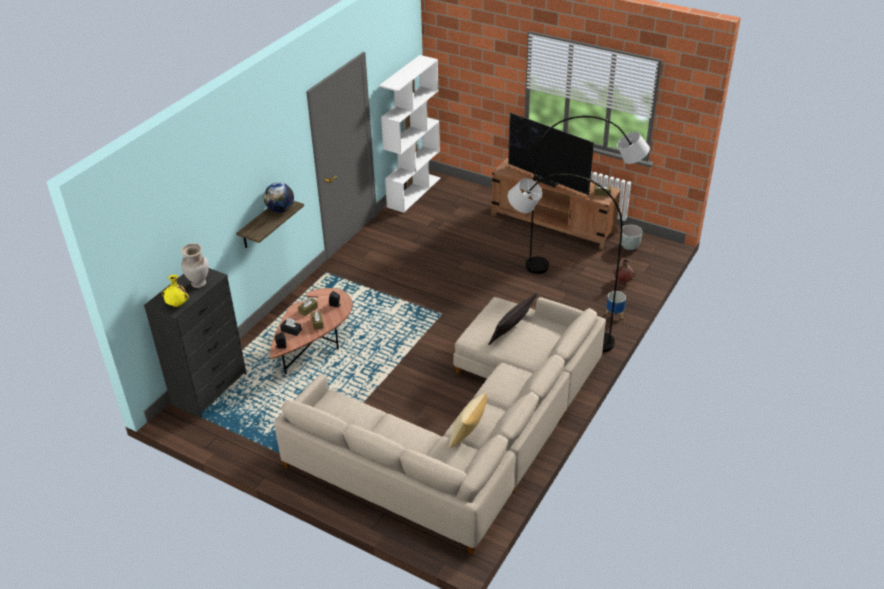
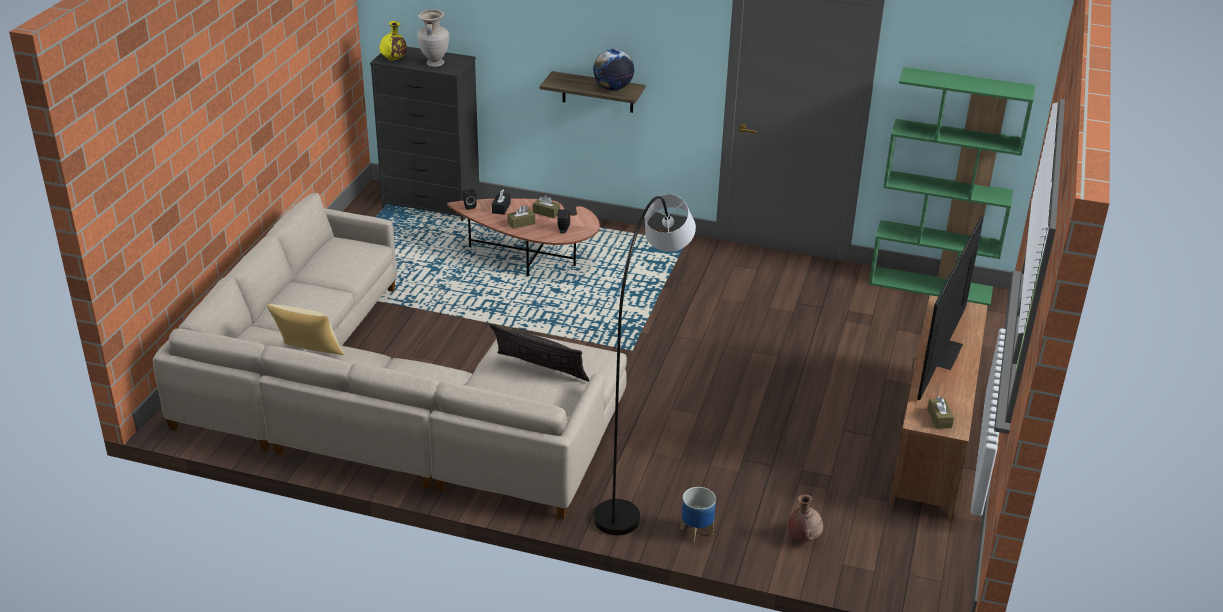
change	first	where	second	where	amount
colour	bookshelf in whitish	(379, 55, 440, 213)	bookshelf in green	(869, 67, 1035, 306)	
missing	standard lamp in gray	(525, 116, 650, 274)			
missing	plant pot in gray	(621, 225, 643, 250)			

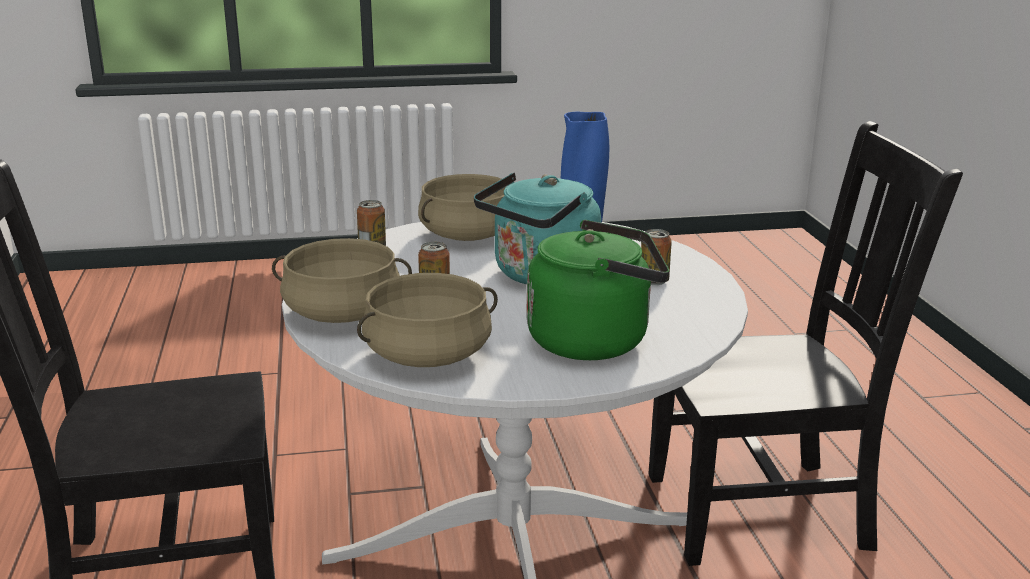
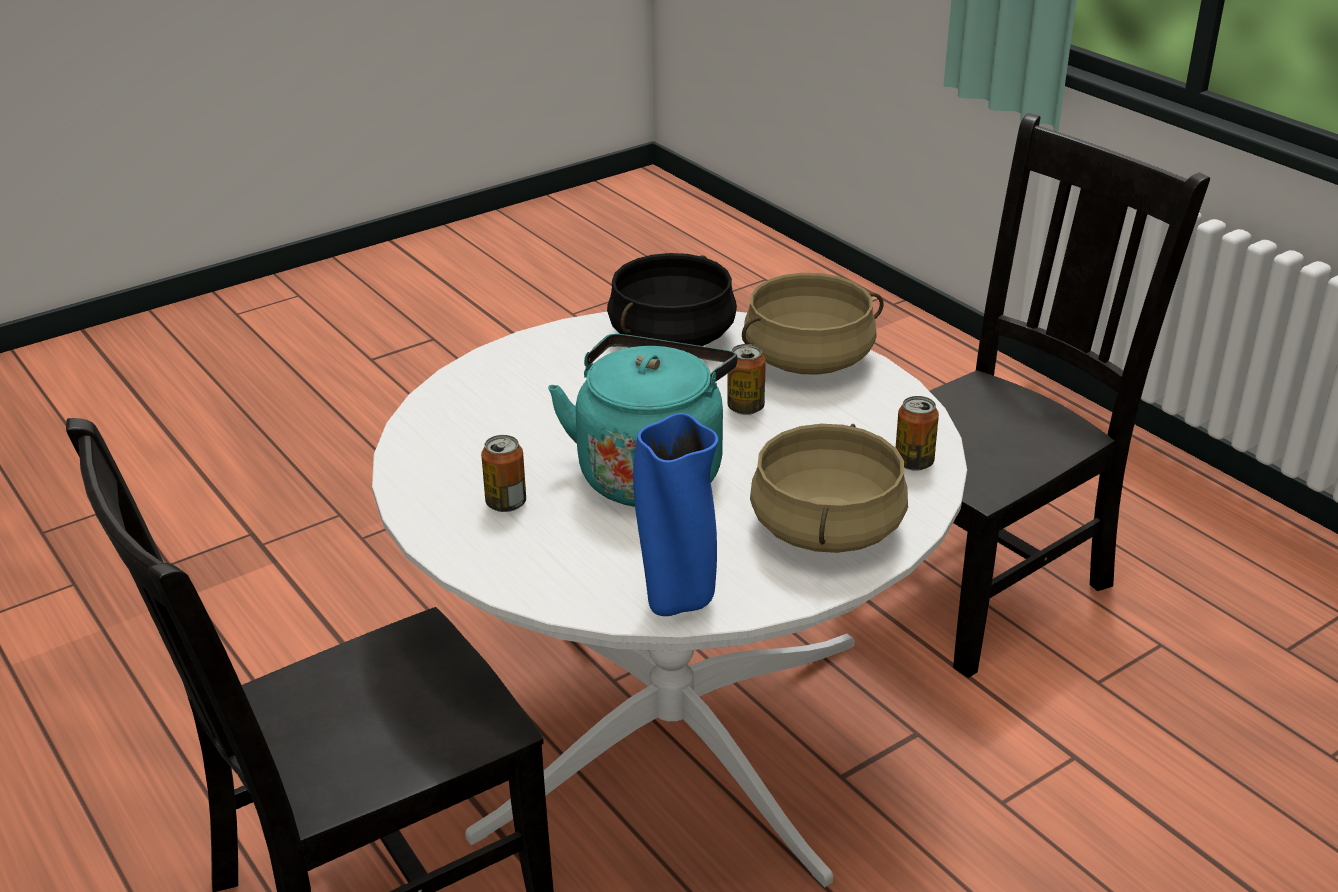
change	first	where	second	where	amount
colour	cooking pot in beige-coloured	(357, 273, 498, 367)	cooking pot in blackish	(607, 253, 737, 346)	
missing	water kettle in green	(526, 220, 669, 360)			

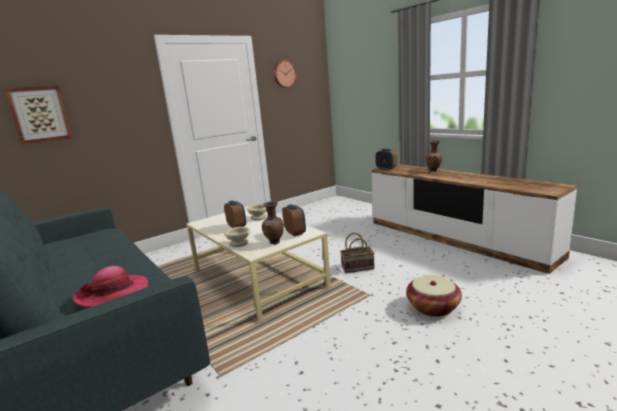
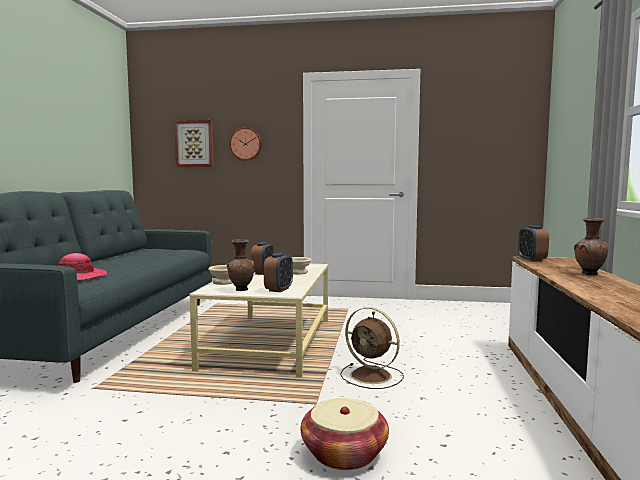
change	first	where	second	where	amount
relocated	wall clock	(274, 60, 297, 88)		(229, 127, 262, 161)	
exchanged	household basket	(340, 233, 375, 273)	fan in brown-coloured	(340, 307, 404, 389)	

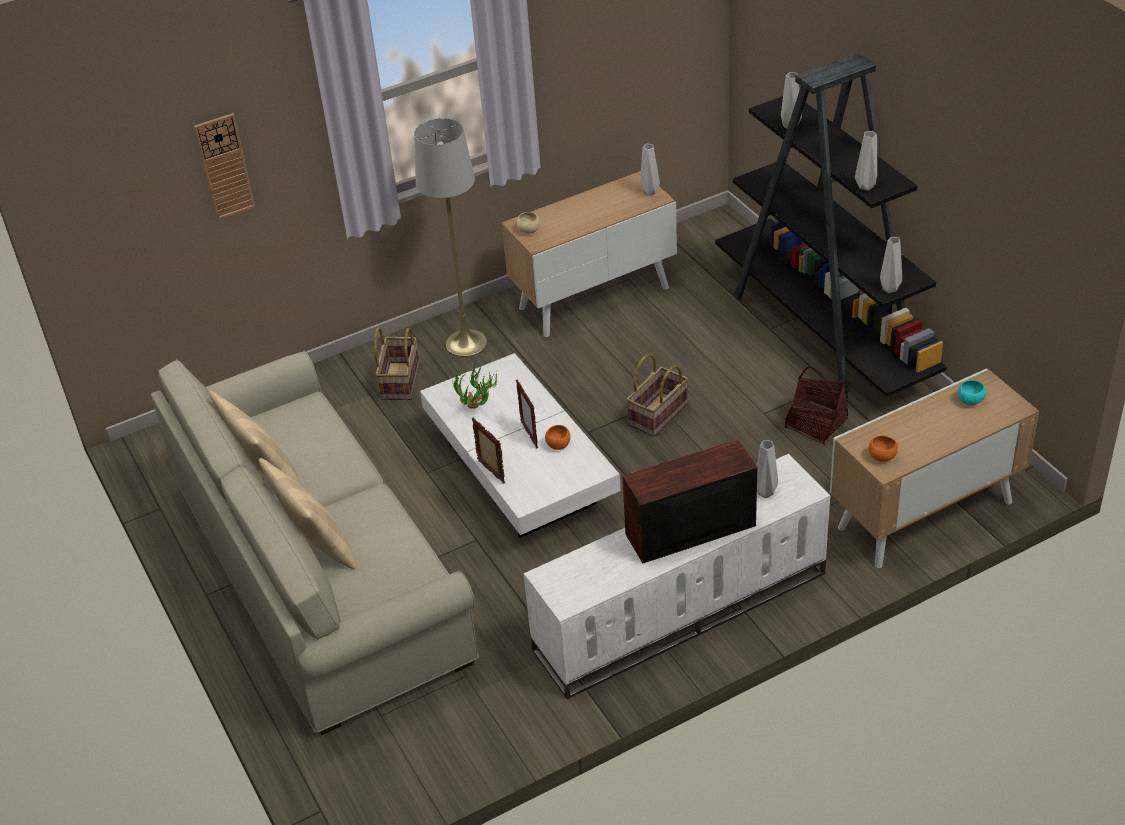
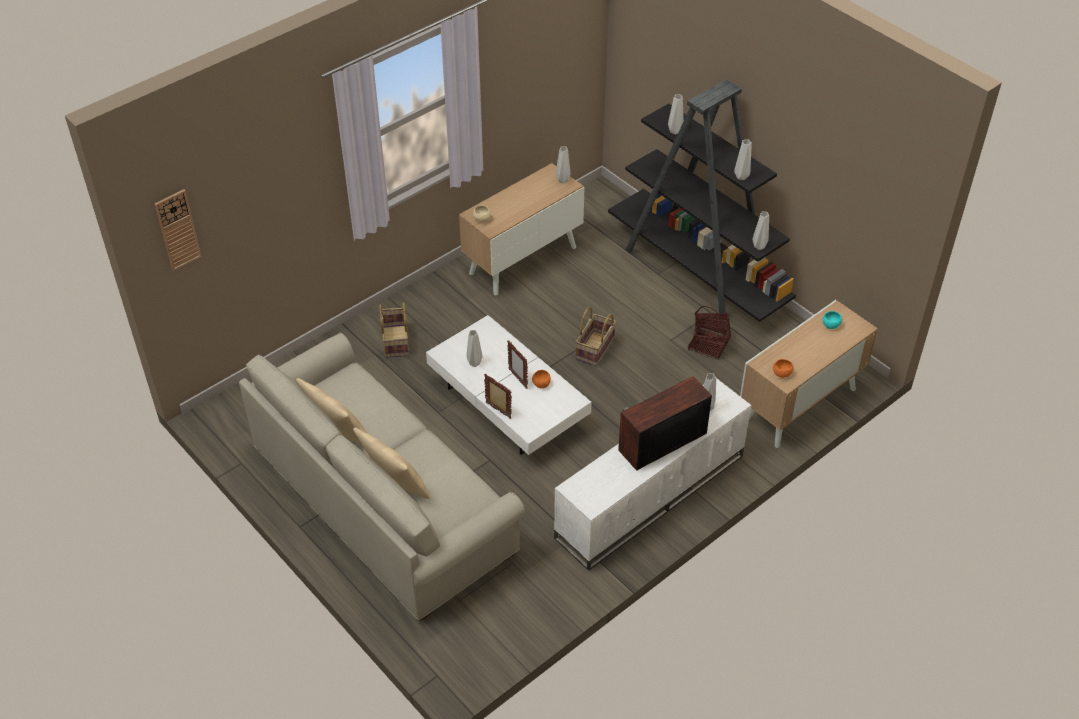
change	first	where	second	where	amount
relocated	wall clock	(194, 113, 255, 220)		(155, 189, 201, 271)	
missing	standard lamp in gray	(414, 118, 488, 358)			
exchanged	plant in a pot	(452, 363, 497, 409)	flower vase in gray	(466, 330, 483, 367)	

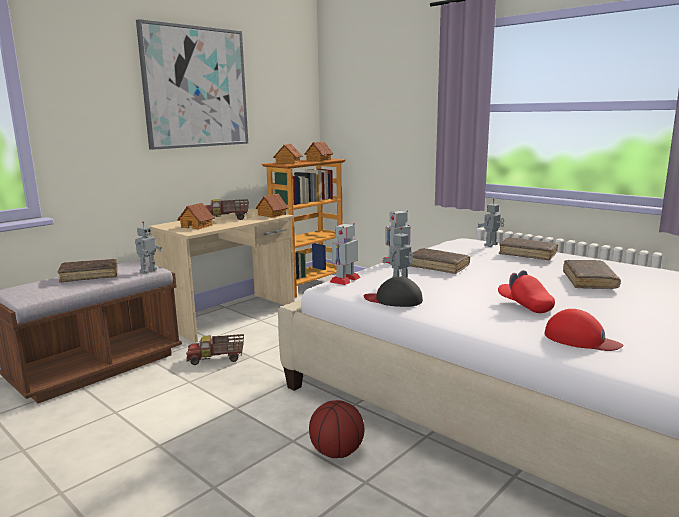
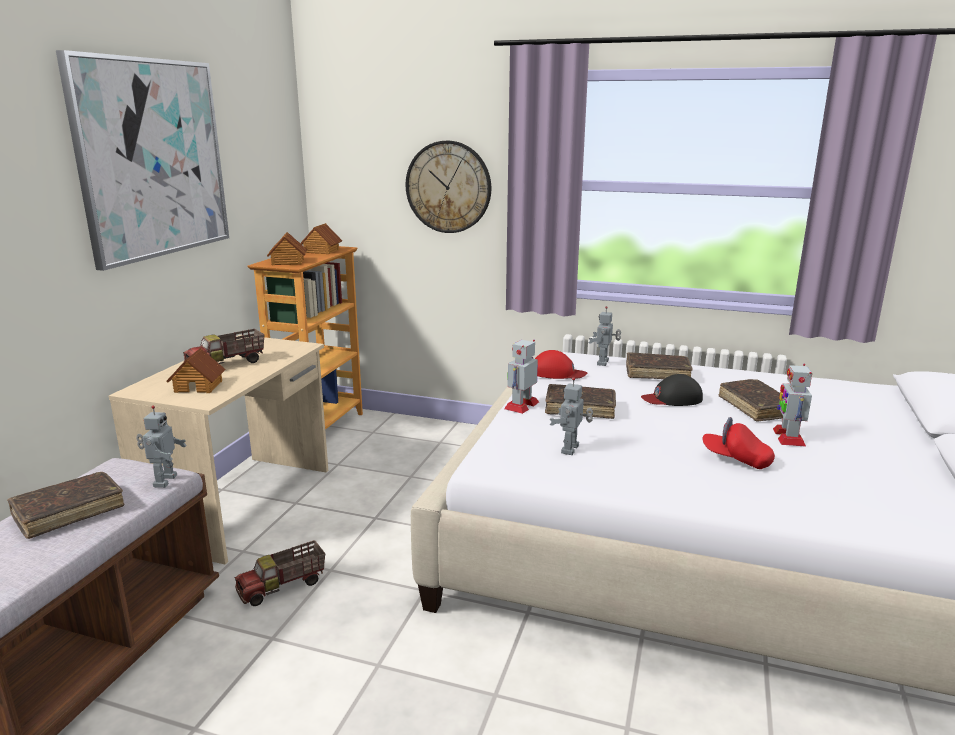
change	first	where	second	where	amount
missing	miniature house	(256, 194, 288, 218)			
missing	basketball	(309, 400, 364, 458)			
relocated	toy robot	(330, 223, 361, 285)		(773, 364, 812, 447)	
relocated	baseball cap in blackish	(364, 276, 423, 307)		(641, 374, 703, 406)	
relocated	baseball cap in red-coloured	(545, 309, 624, 351)		(535, 350, 587, 379)	
appeared			wall clock	(406, 141, 491, 233)	

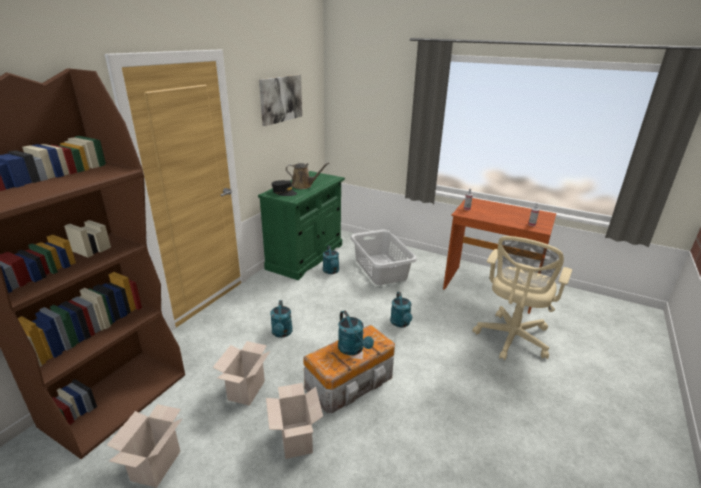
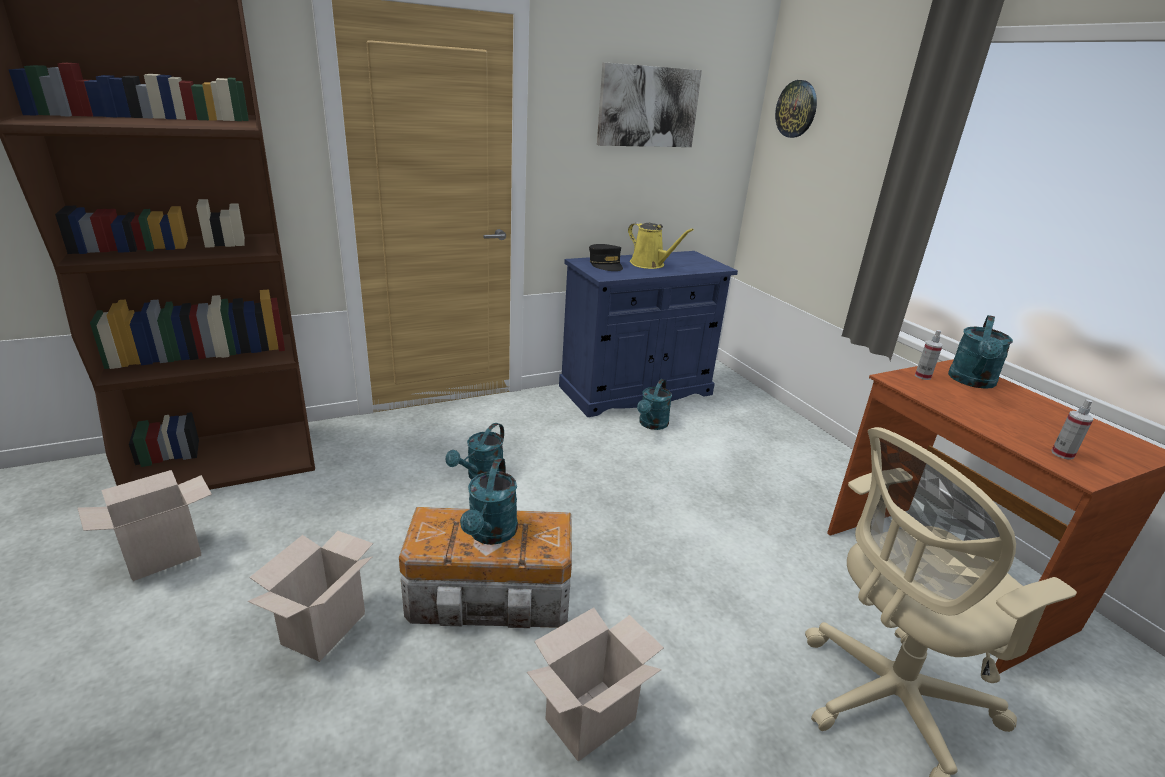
change	first	where	second	where	amount
relocated	carton	(213, 341, 270, 406)		(527, 608, 664, 762)	
colour	cabinet in green	(258, 171, 345, 280)	cabinet in blue-coloured	(559, 251, 738, 417)	
colour	sprinkling can in brown-coloured	(286, 163, 329, 189)	sprinkling can in yellowish	(628, 222, 694, 269)	
missing	laundry basket in gray	(350, 230, 417, 285)			
relocated	sprinkling can in turquoise-coloured	(390, 292, 412, 327)		(948, 315, 1013, 389)	
appeared			wall clock	(775, 80, 817, 138)	

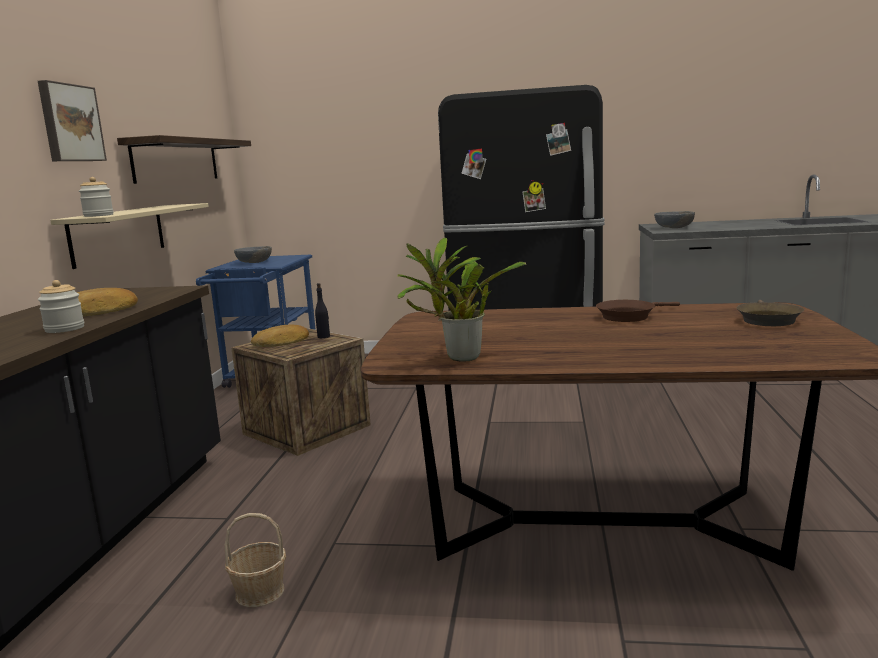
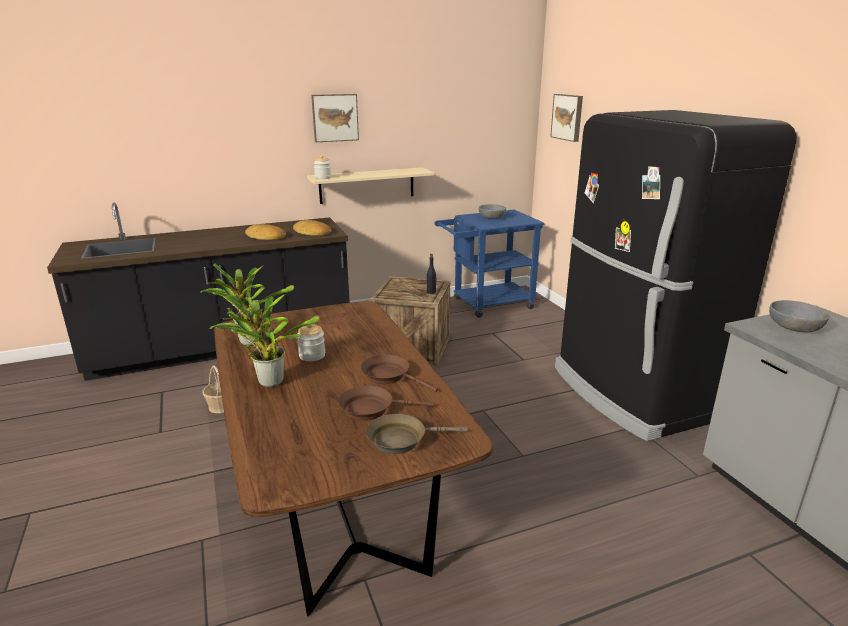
change	first	where	second	where	amount
relocated	preserve jar	(38, 280, 84, 333)		(297, 324, 325, 361)	
missing	wall shelf	(117, 135, 251, 184)			
relocated	bread	(251, 325, 309, 347)		(293, 220, 332, 236)	
appeared			plant in a pot	(210, 294, 320, 387)	
appeared			skillet in brown-coloured	(338, 386, 434, 421)	
appeared			wall art	(550, 94, 583, 142)	

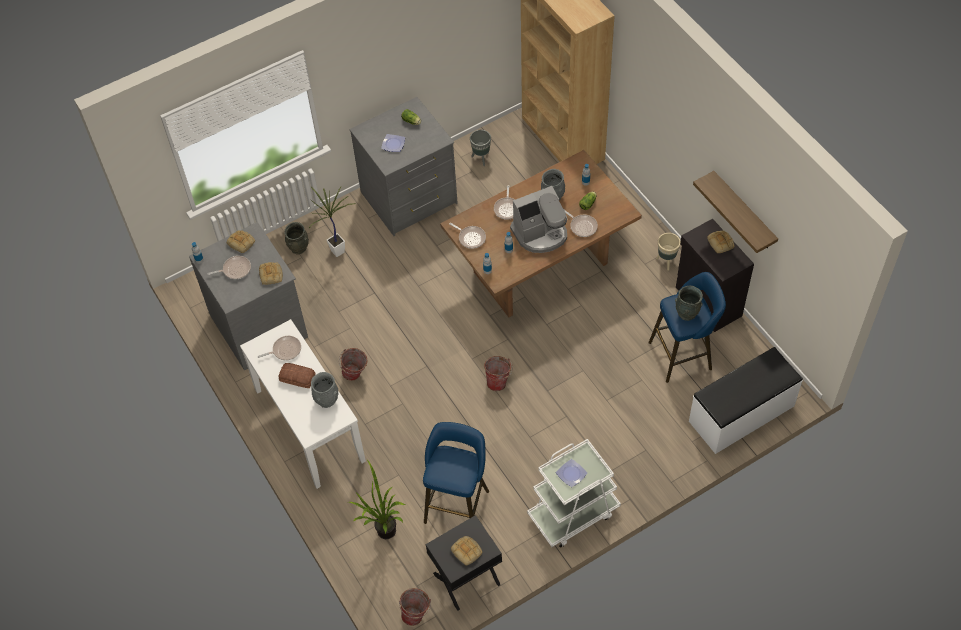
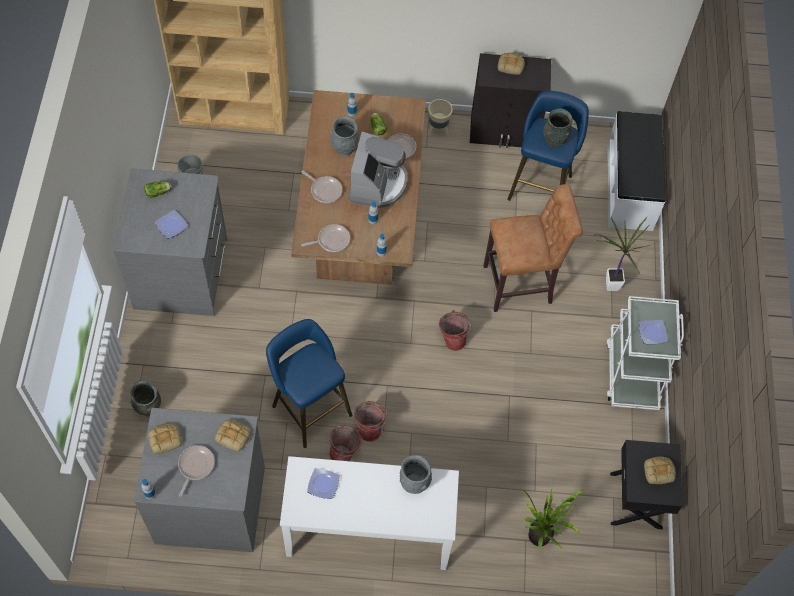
change	first	where	second	where	amount
exchanged	skillet	(258, 336, 301, 361)	dinner plate	(307, 468, 340, 499)	
missing	bread	(279, 363, 316, 388)			
relocated	plant in a pot	(309, 186, 356, 257)		(593, 217, 650, 291)	
relocated	water bucket	(399, 588, 431, 626)		(354, 401, 388, 442)	
relocated	sitting stool in blue-coloured	(423, 422, 489, 524)		(266, 319, 352, 448)	
missing	wall shelf	(693, 171, 778, 253)			
appeared			sitting stool in brown-coloured	(483, 184, 583, 312)	

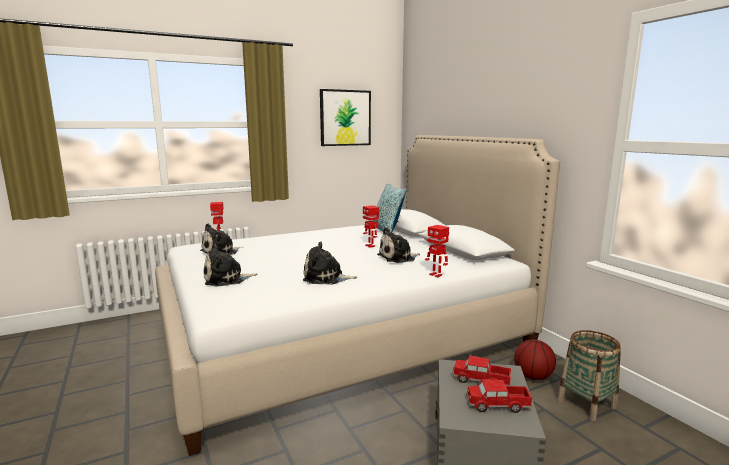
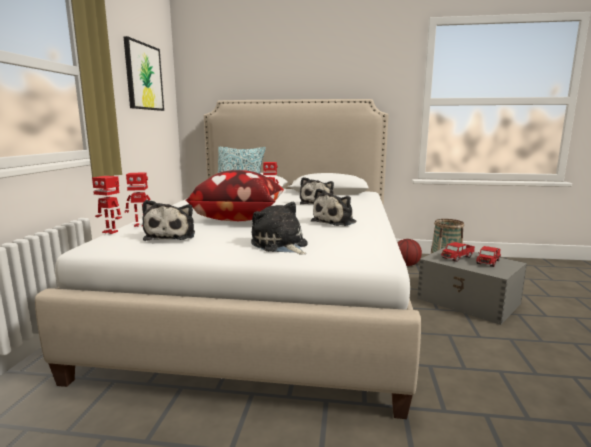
change	first	where	second	where	amount
spun	plush toy	(203, 244, 258, 287)		(251, 202, 308, 255)	135 degrees clockwise
relocated	toy robot	(425, 225, 449, 278)		(125, 173, 151, 227)	
appeared			pillow	(185, 170, 284, 221)	

